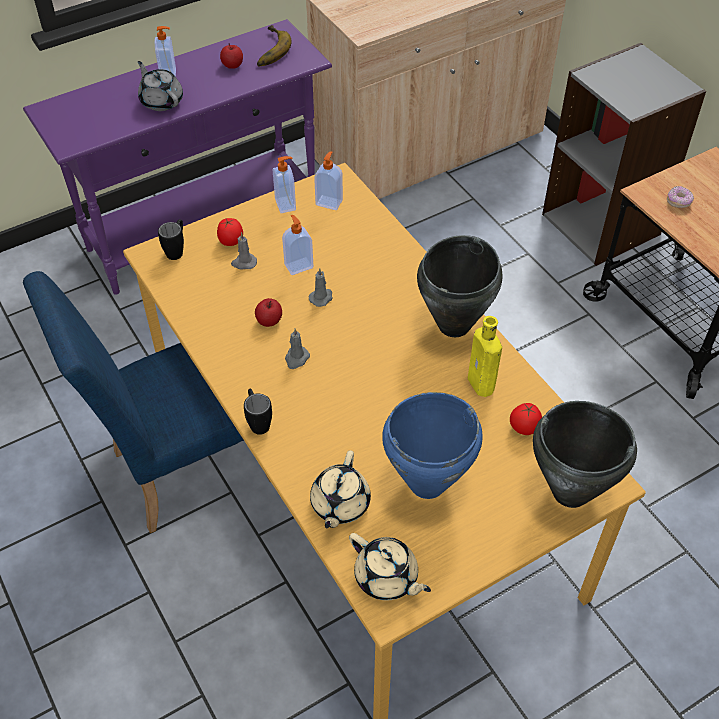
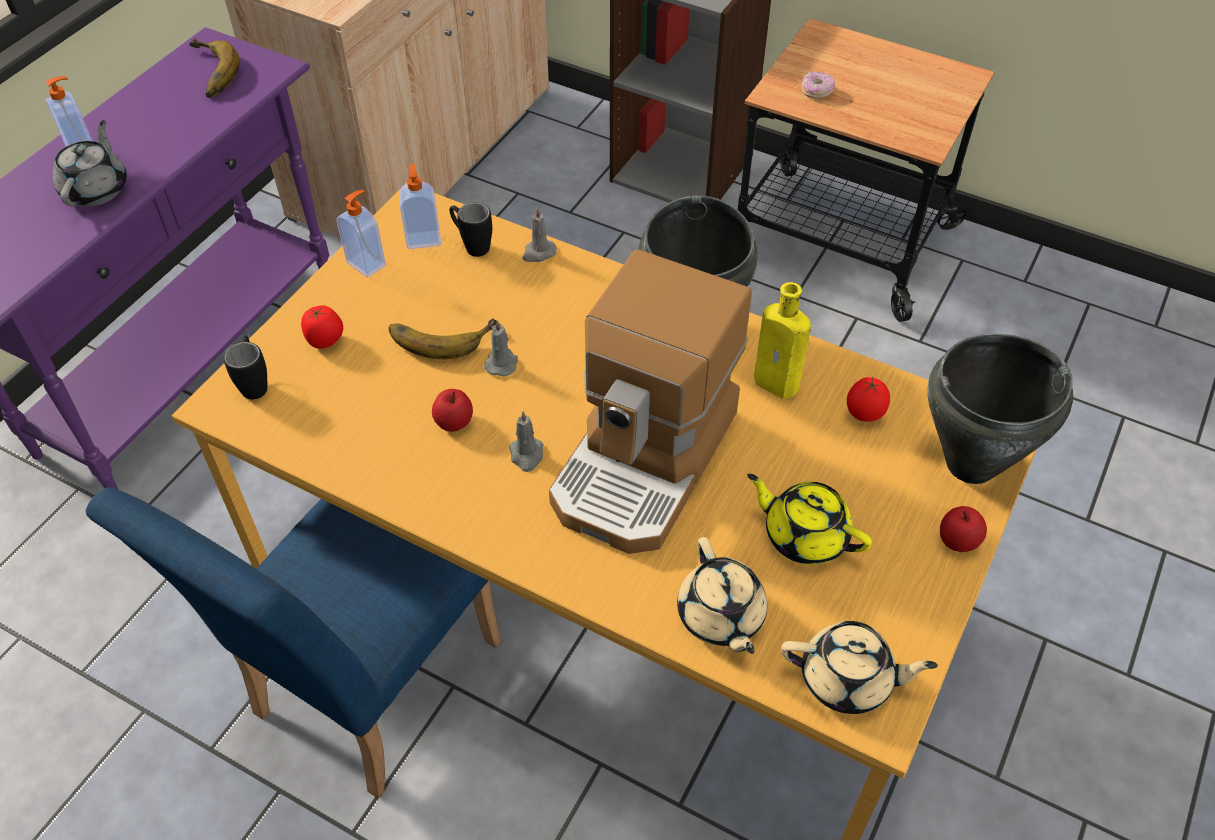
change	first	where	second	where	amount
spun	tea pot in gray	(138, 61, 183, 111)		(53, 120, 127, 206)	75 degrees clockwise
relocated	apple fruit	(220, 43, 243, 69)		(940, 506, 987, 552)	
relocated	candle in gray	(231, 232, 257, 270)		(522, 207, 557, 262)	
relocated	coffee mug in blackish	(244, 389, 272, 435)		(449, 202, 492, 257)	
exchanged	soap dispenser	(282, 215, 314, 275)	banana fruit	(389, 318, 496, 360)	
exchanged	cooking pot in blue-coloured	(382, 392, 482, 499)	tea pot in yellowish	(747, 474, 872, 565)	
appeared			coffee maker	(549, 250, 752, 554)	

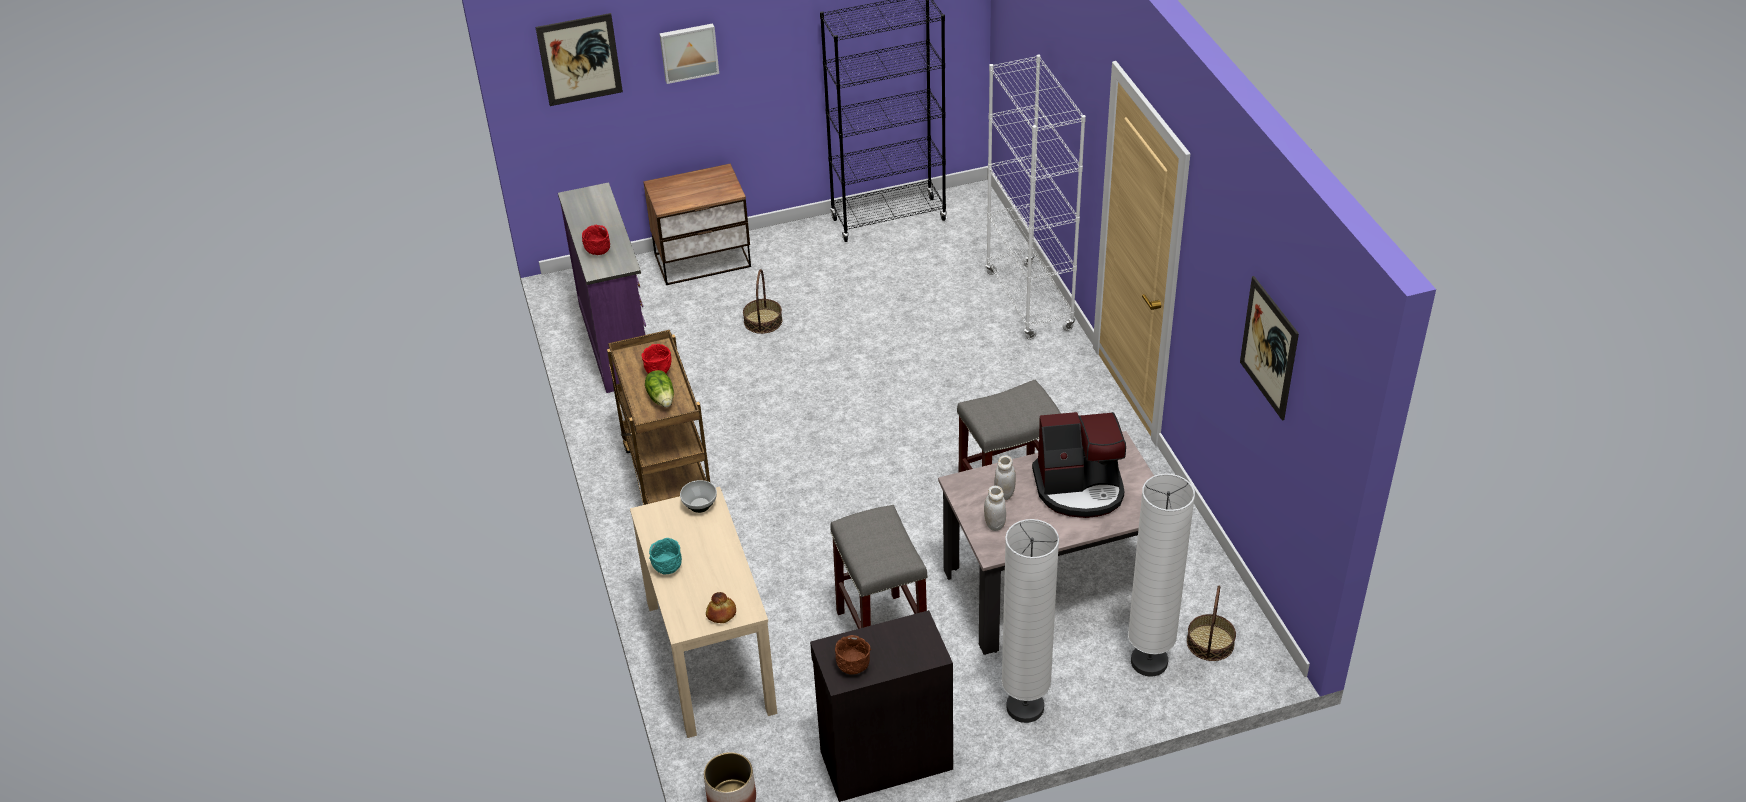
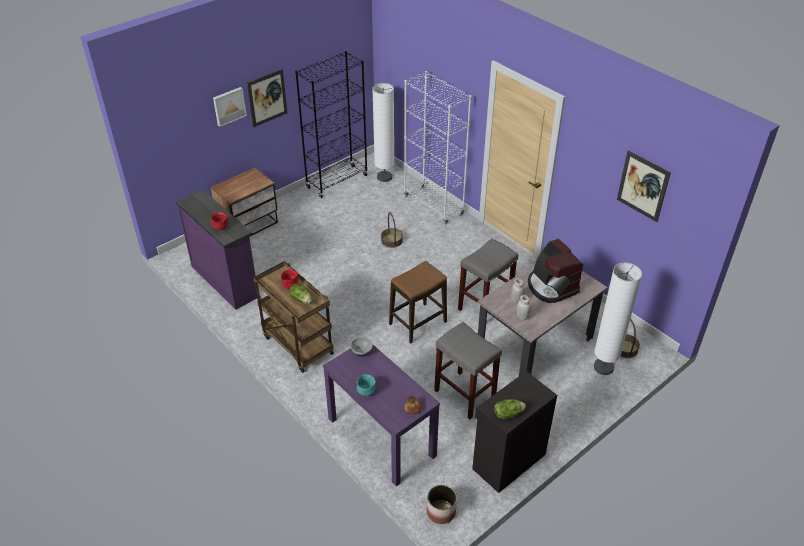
change	first	where	second	where	amount
relocated	wall art	(536, 13, 623, 106)		(247, 69, 287, 127)	
colour	hall table in beige-coloured	(630, 487, 777, 738)	hall table in purplish	(323, 345, 440, 487)	
relocated	household basket	(743, 269, 783, 334)		(381, 212, 403, 248)	
exchanged	serving bowl in brown-coloured	(835, 635, 871, 675)	lettuce	(494, 399, 526, 419)	
relocated	standard lamp in whitish	(1001, 519, 1059, 723)		(372, 83, 394, 182)	
spun	coffee maker	(1032, 412, 1126, 518)		(528, 239, 583, 303)	90 degrees clockwise
appeared			sitting stool	(389, 261, 447, 344)	

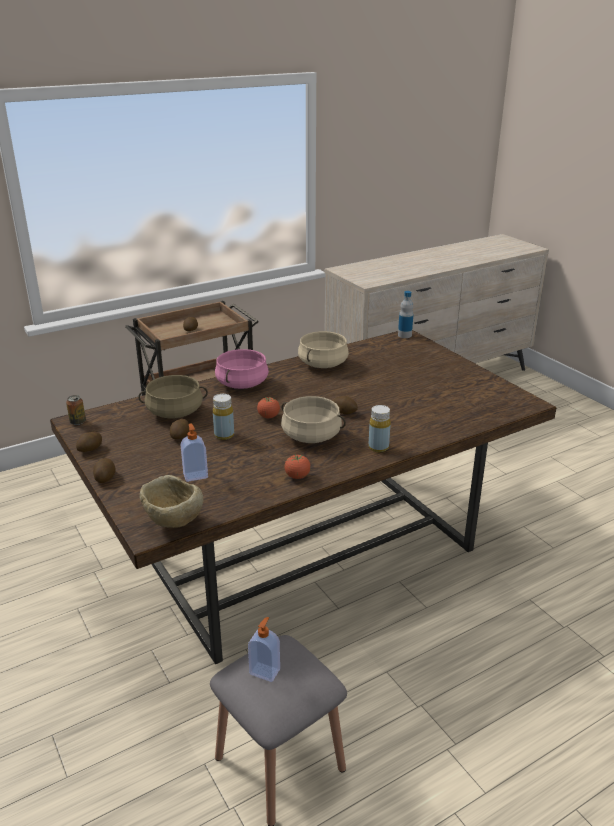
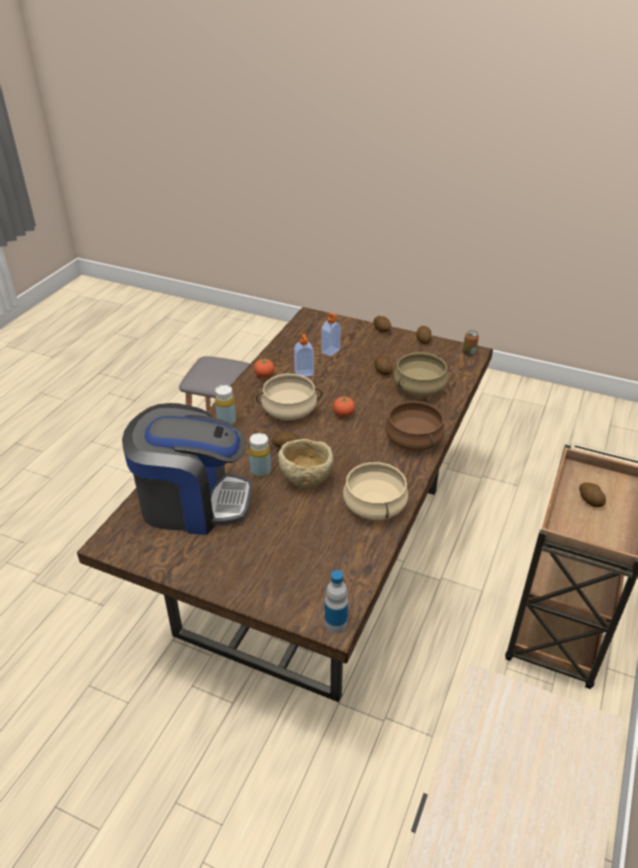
change	first	where	second	where	amount
relocated	serving bowl in beige-coloured	(140, 475, 204, 528)		(278, 439, 334, 488)	
relocated	drink bottle in yellowish	(213, 394, 234, 440)		(249, 433, 271, 478)	
colour	cooking pot in pink-coloured	(215, 349, 269, 389)	cooking pot in brown-coloured	(385, 400, 445, 451)	
relocated	soap dispenser	(248, 617, 280, 682)		(294, 334, 314, 377)	
appeared			coffee maker	(122, 403, 253, 535)	

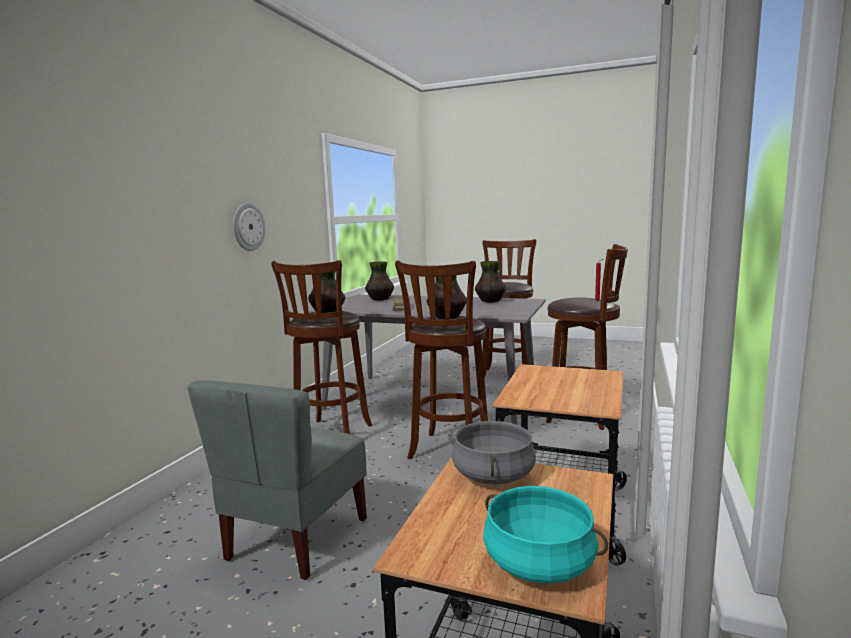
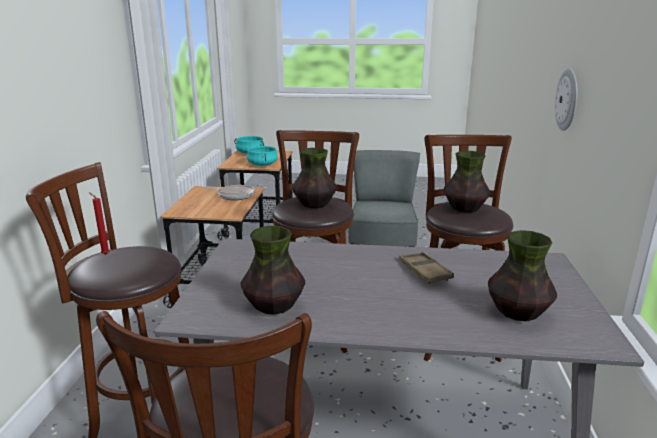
change	first	where	second	where	amount
colour	cooking pot in gray	(451, 421, 536, 484)	cooking pot in turquoise-coloured	(247, 146, 278, 166)	
appeared			skillet	(202, 185, 255, 200)	

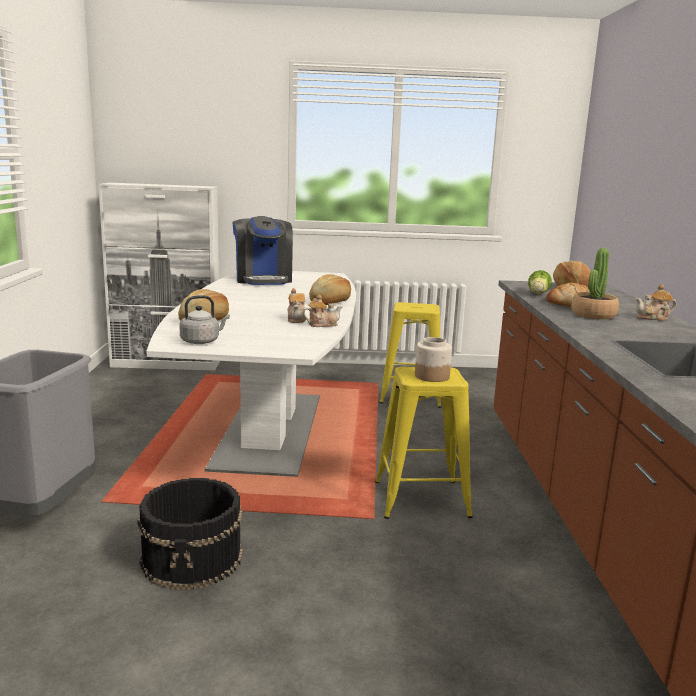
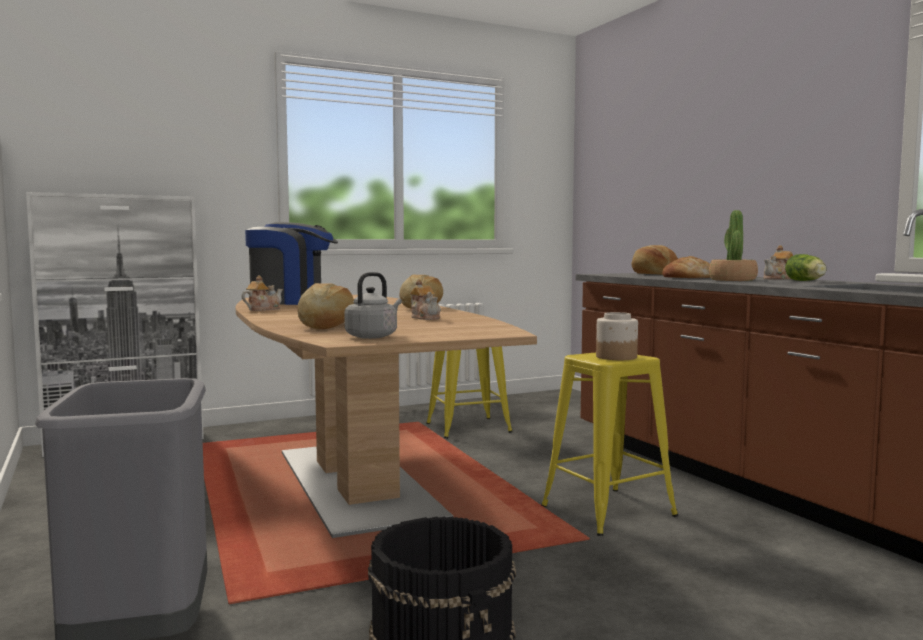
change	first	where	second	where	amount
colour	dining table in whitish	(146, 271, 356, 477)	dining table in brown-coloured	(236, 295, 537, 538)	
spun	coffee maker	(232, 216, 293, 285)		(245, 222, 338, 305)	45 degrees counterclockwise
relocated	tea pot	(302, 294, 342, 327)		(242, 276, 283, 311)	
relocated	lettuce	(528, 270, 552, 294)		(785, 254, 827, 281)	

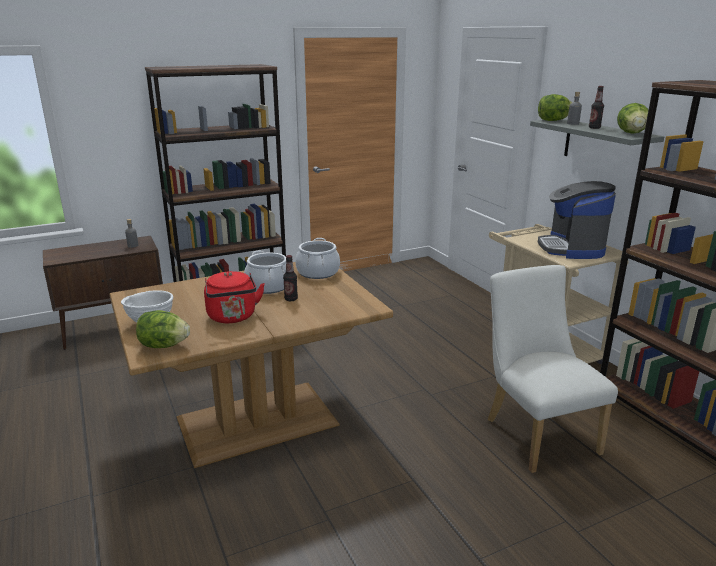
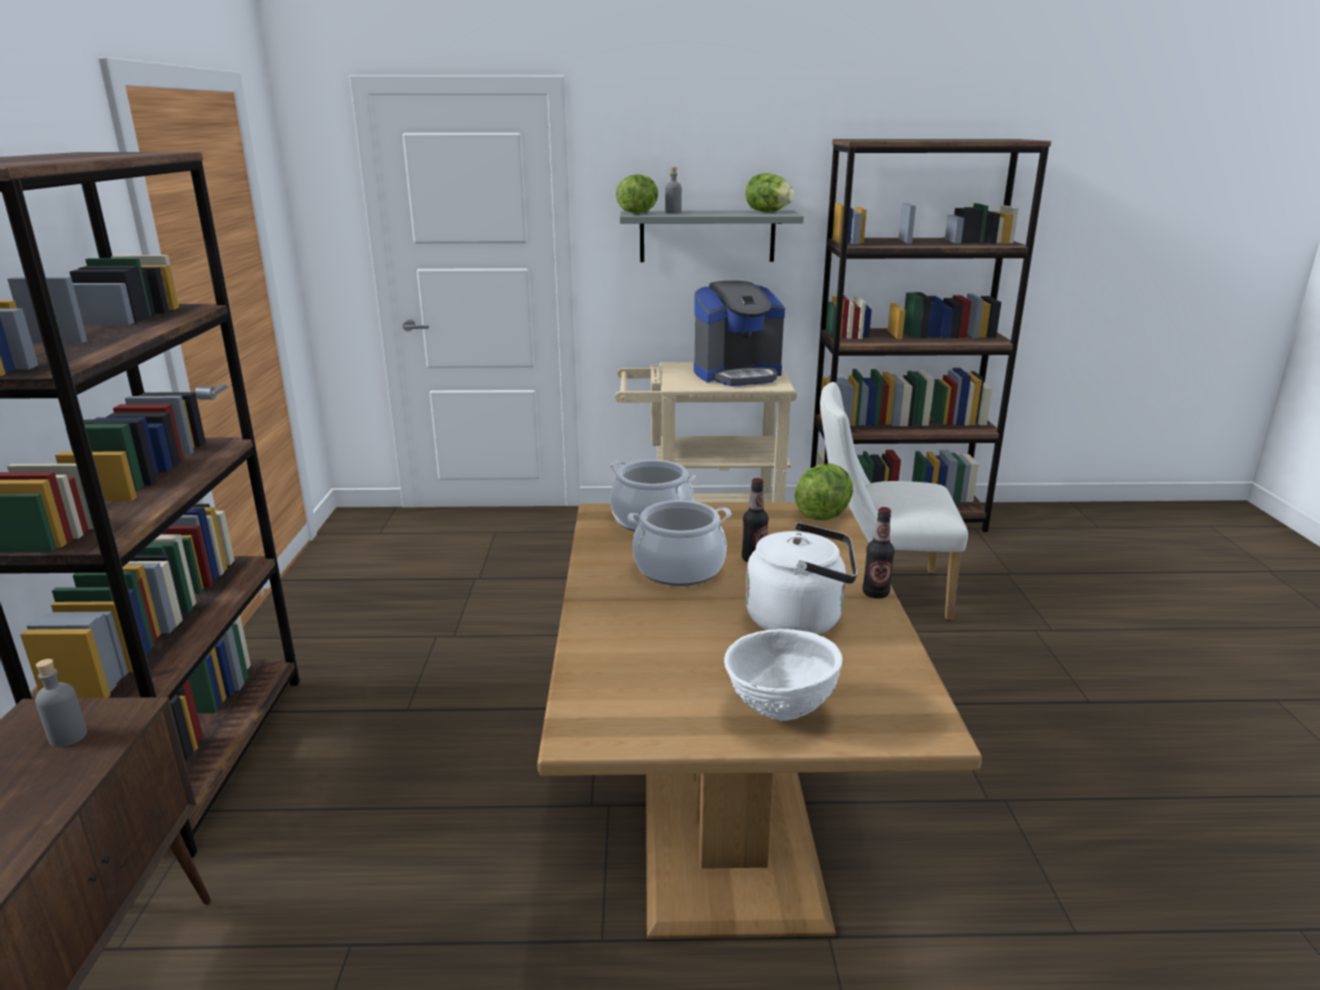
change	first	where	second	where	amount
relocated	lettuce	(136, 310, 190, 348)		(794, 464, 853, 520)	
colour	water kettle in red-coloured	(204, 271, 265, 323)	water kettle in whitish	(745, 523, 857, 635)	
spun	coffee maker	(538, 181, 616, 259)		(694, 281, 785, 386)	45 degrees counterclockwise
relocated	drink bottle	(589, 86, 604, 129)		(863, 507, 895, 599)	

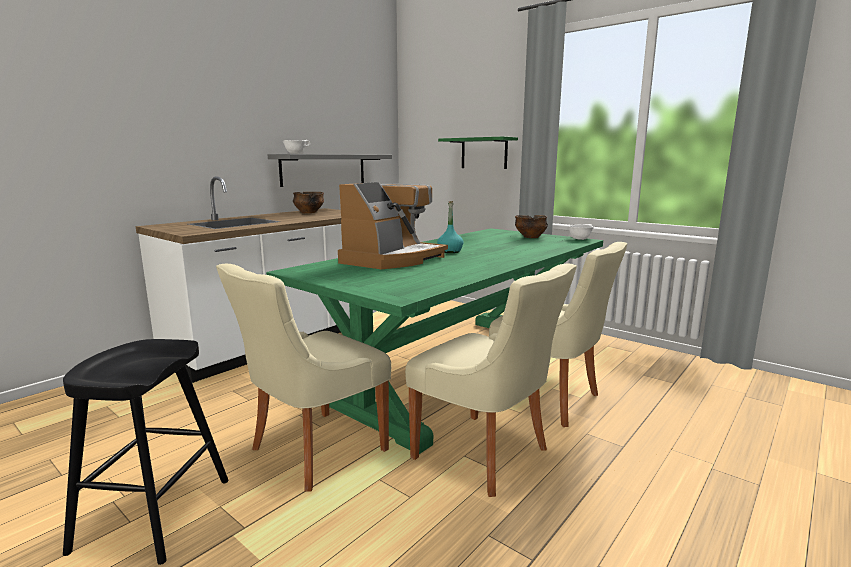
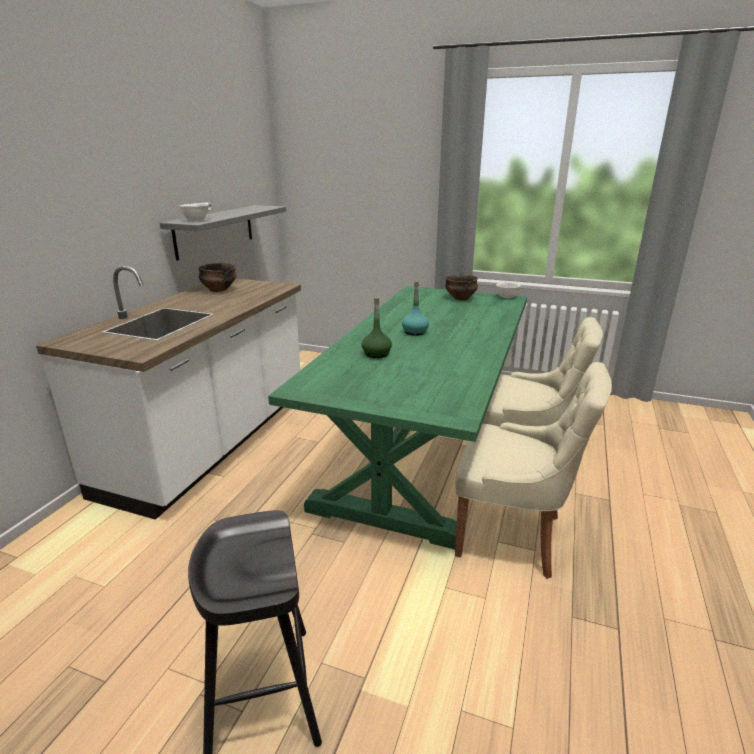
change	first	where	second	where	amount
missing	chair in beige-coloured	(216, 264, 391, 492)			
exchanged	coffee maker	(338, 182, 448, 269)	drink bottle in green	(361, 298, 392, 358)	
missing	wall shelf in green	(438, 136, 518, 169)			

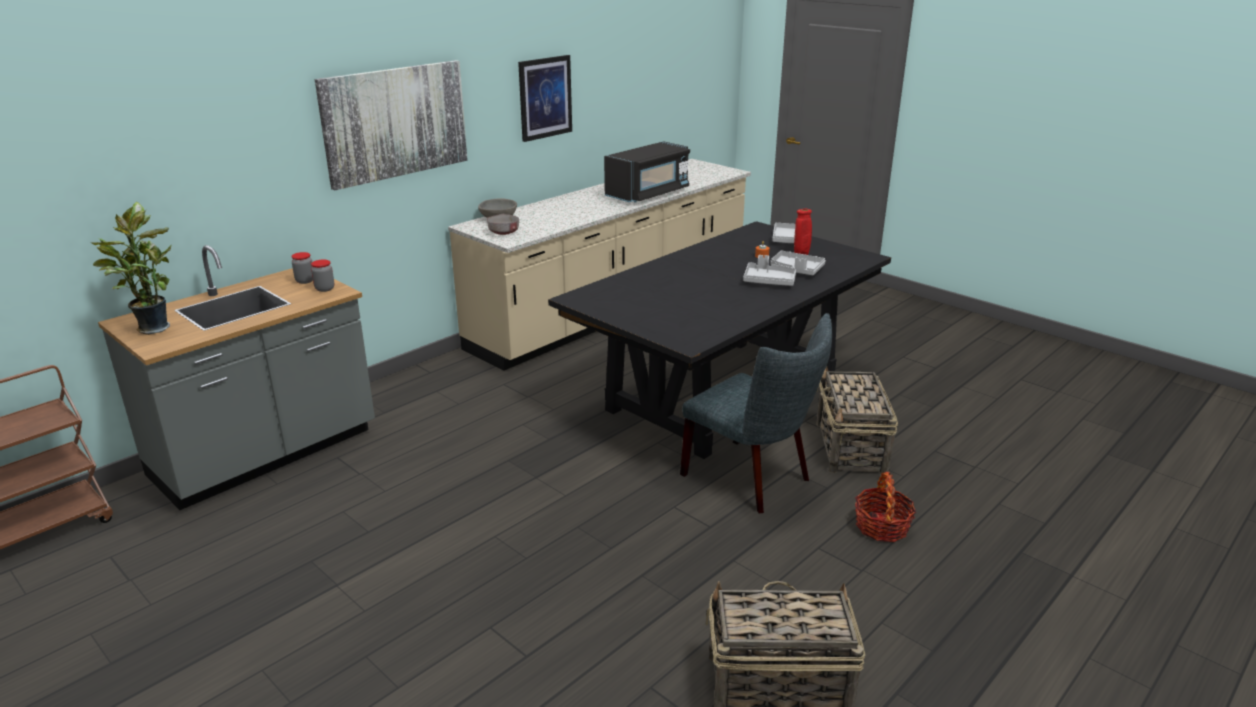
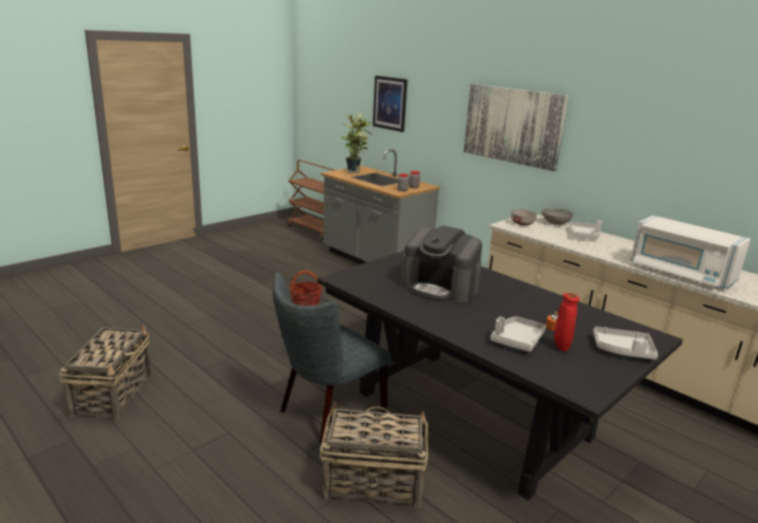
change	first	where	second	where	amount
relocated	wall art	(518, 55, 572, 142)		(373, 76, 408, 132)	
colour	microwave in blackish	(604, 141, 690, 202)	microwave in whitish	(631, 215, 751, 289)	
relocated	serving tray in gray	(743, 255, 796, 286)		(570, 220, 602, 239)	
relocated	household basket	(855, 471, 916, 542)		(290, 270, 322, 306)	
appeared			coffee maker	(401, 226, 482, 303)	

